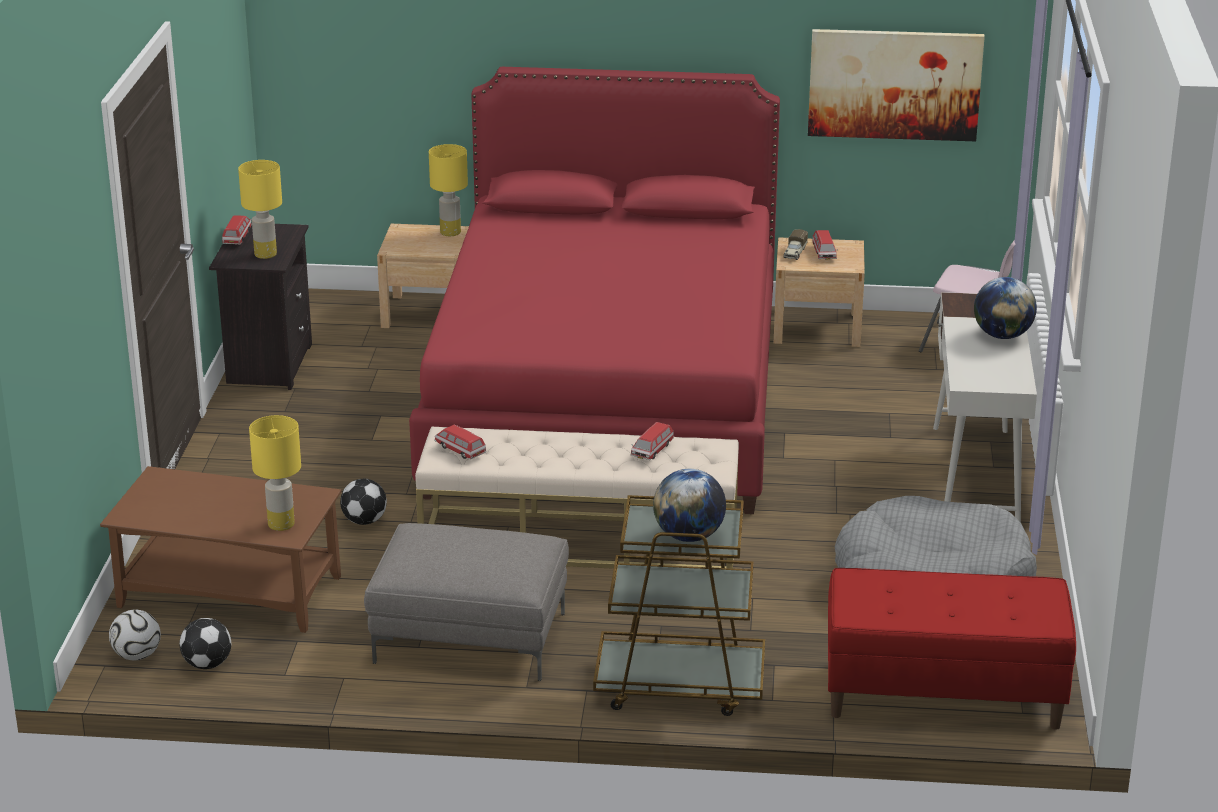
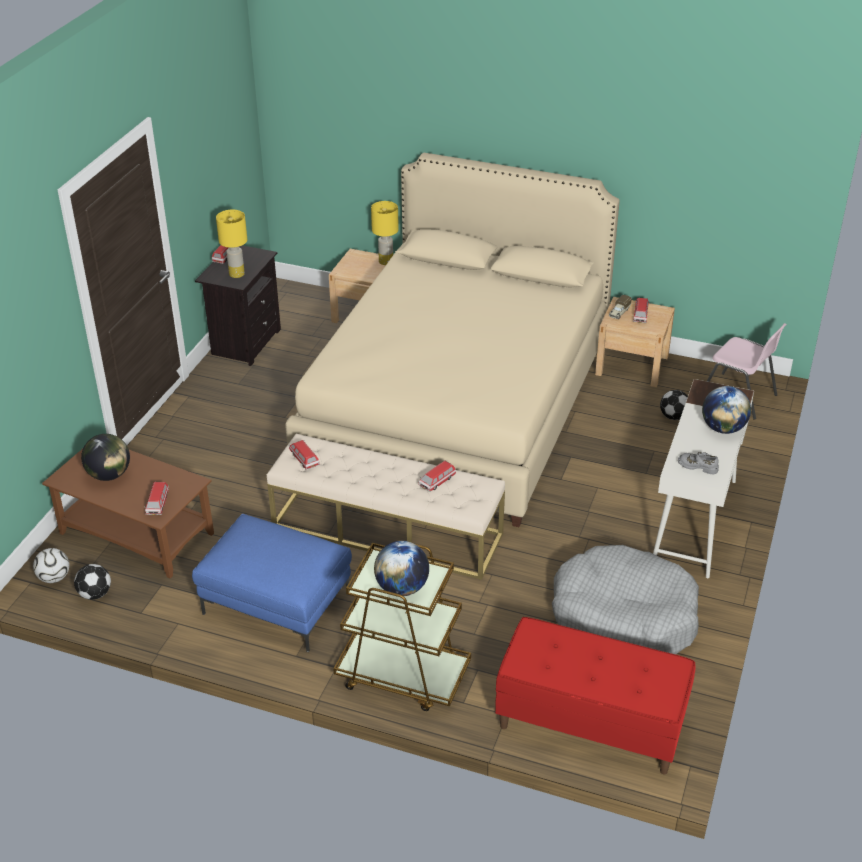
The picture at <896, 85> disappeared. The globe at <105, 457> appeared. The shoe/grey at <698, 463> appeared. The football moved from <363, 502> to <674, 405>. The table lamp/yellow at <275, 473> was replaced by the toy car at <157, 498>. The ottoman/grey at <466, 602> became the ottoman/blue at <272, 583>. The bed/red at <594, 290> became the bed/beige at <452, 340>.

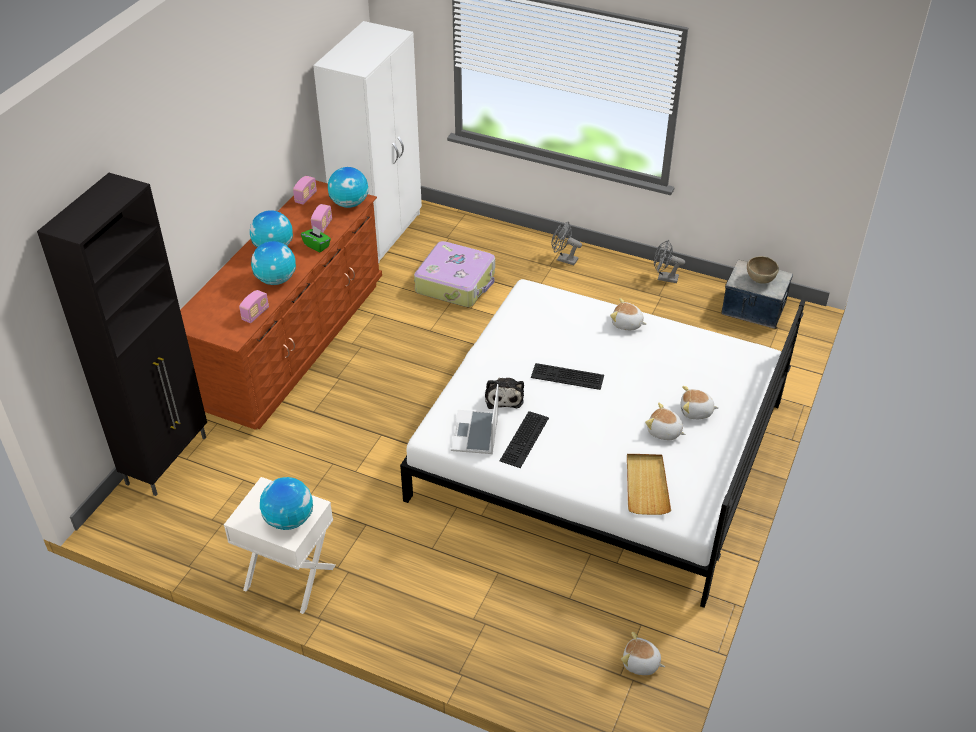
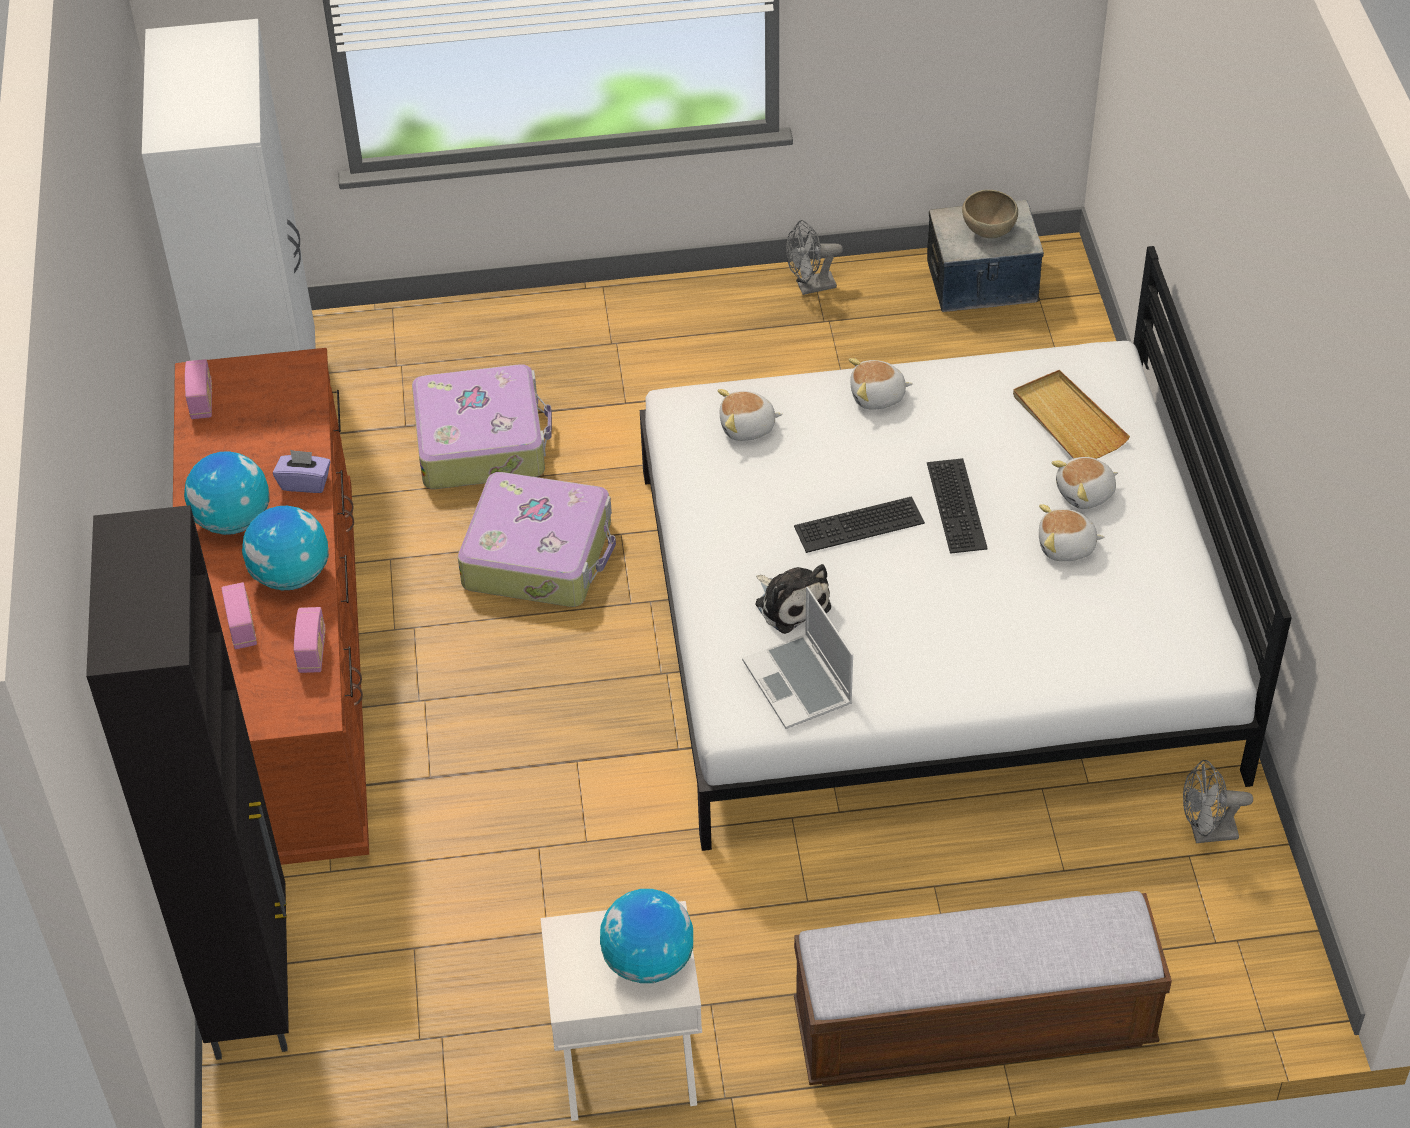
The globe at <348, 187> disappeared. The suitcase at <537, 539> appeared. The bench at <983, 988> appeared. The radio moved from <321, 218> to <239, 615>. The keyboard moved from <524, 439> to <957, 506>. The fan/grey moved from <566, 243> to <1218, 801>. The plush toy moved from <643, 653> to <750, 415>. The tray/beige moved from <649, 484> to <1071, 414>. The tissue box/green at <316, 239> became the tissue box/purple at <302, 471>.

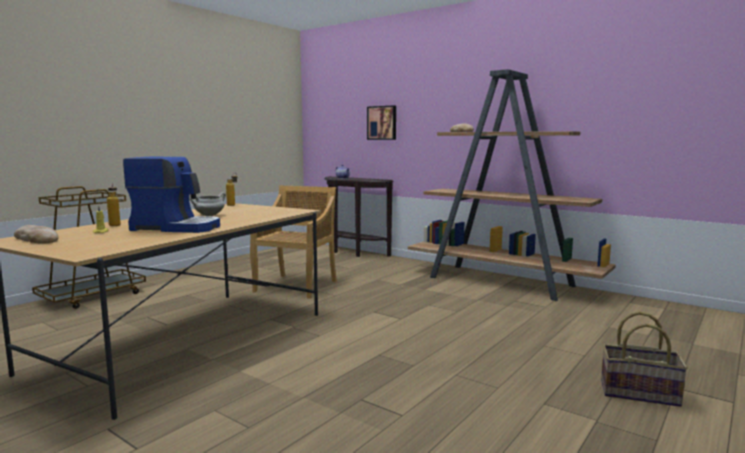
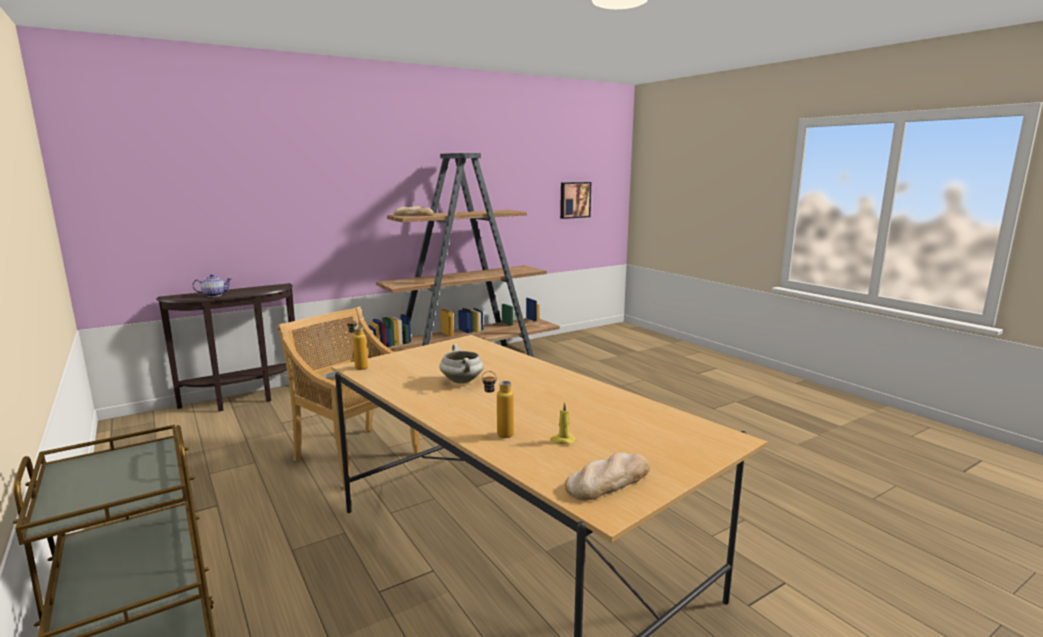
The coffee machine at <171, 195> disappeared. The basket at <644, 359> disappeared. The picture moved from <381, 122> to <575, 200>.

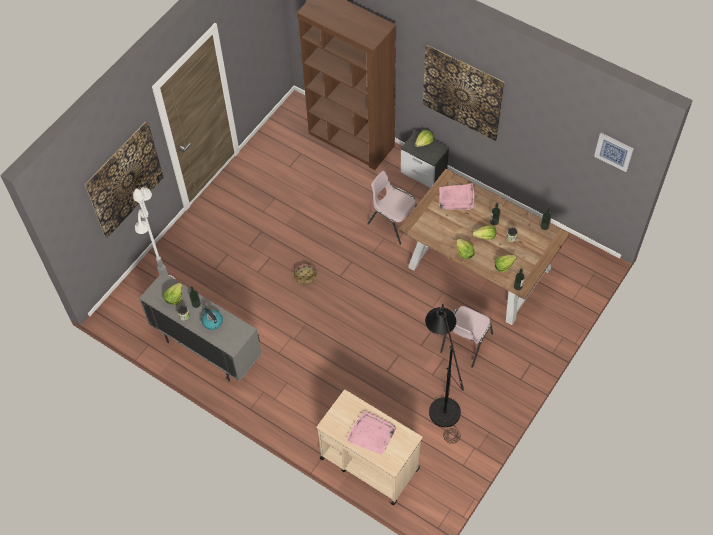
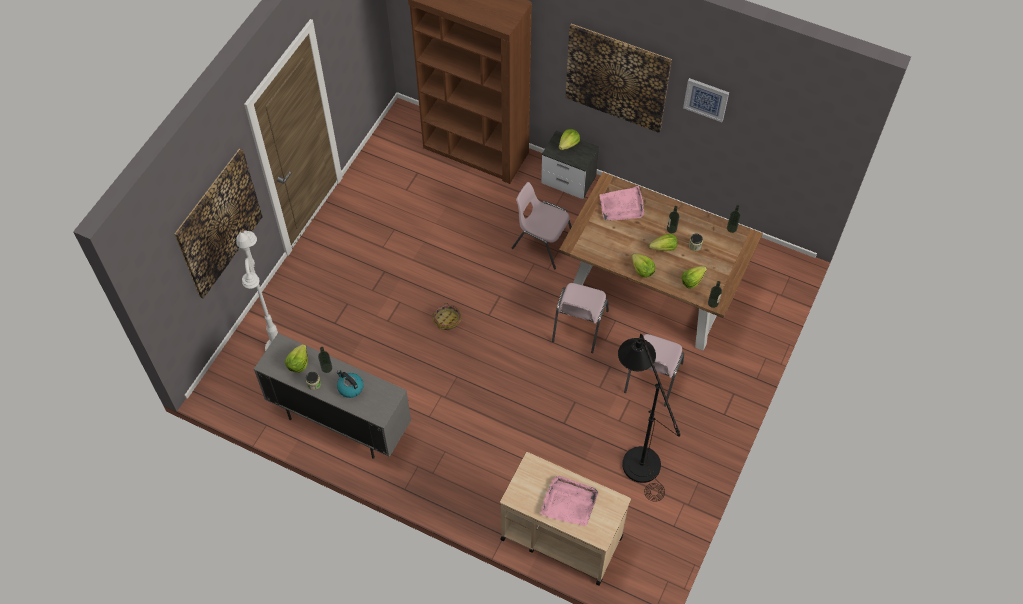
The chair/pink at <580, 318> appeared. The picture moved from <614, 152> to <706, 100>.

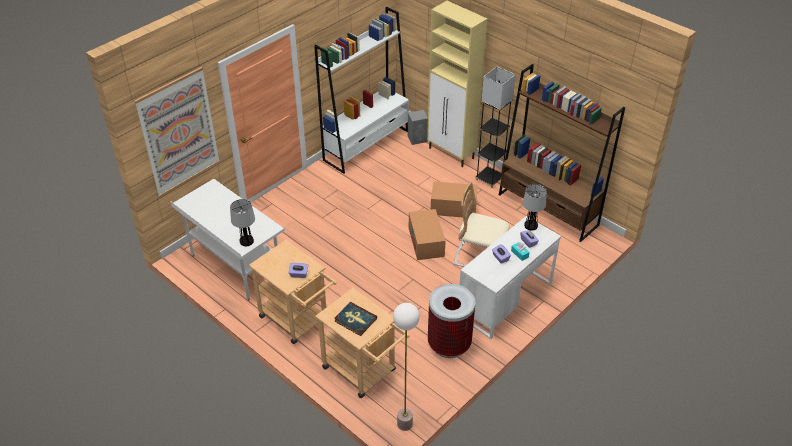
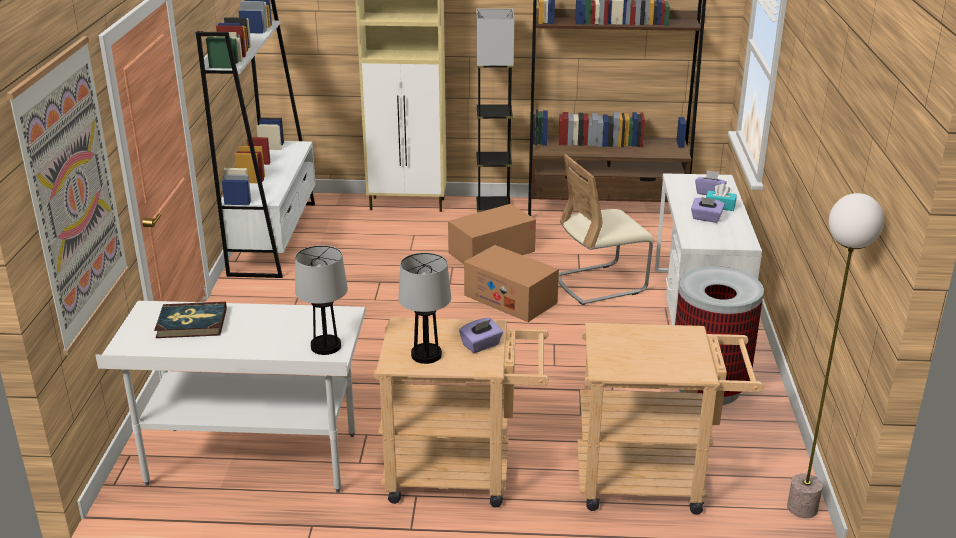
The speaker/grey at <418, 127> disappeared. The book moved from <355, 319> to <190, 320>. The table lamp moved from <535, 207> to <424, 308>.

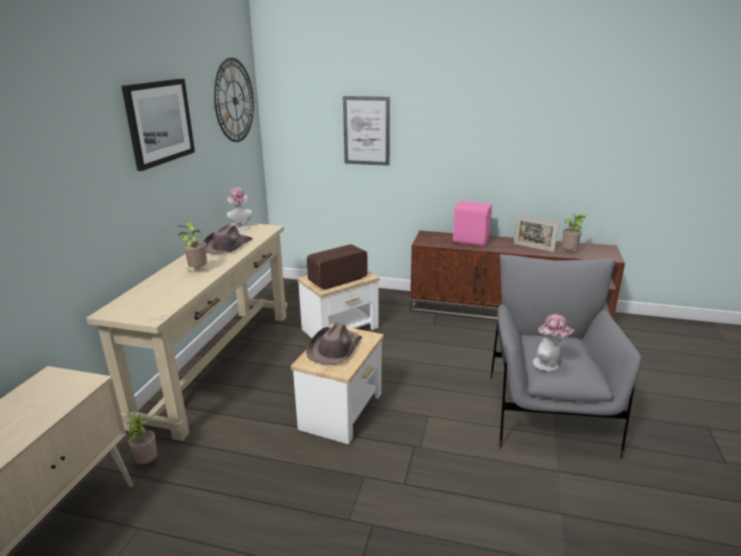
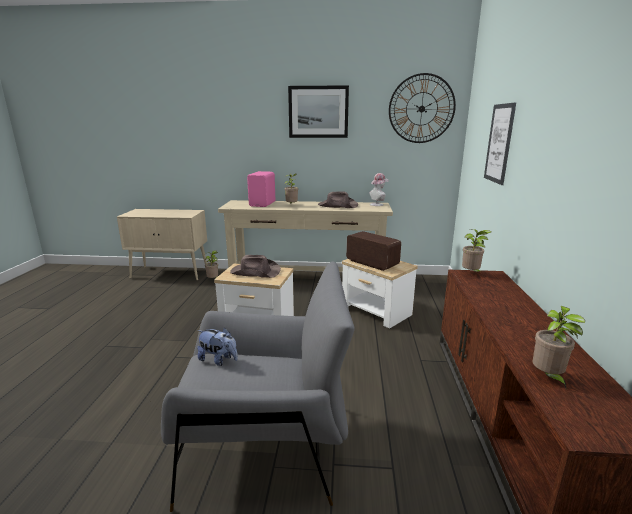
The picture frame at <536, 234> disappeared. The potted plant at <476, 250> appeared. The speaker/pink moved from <472, 223> to <261, 189>. The hat at <553, 342> was replaced by the plush toy at <217, 347>.

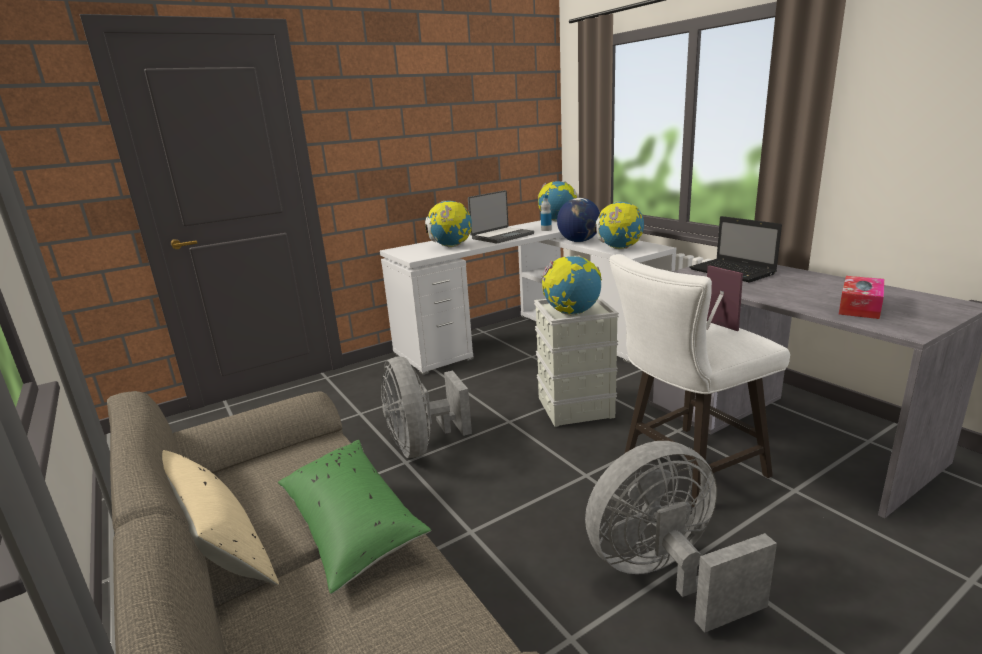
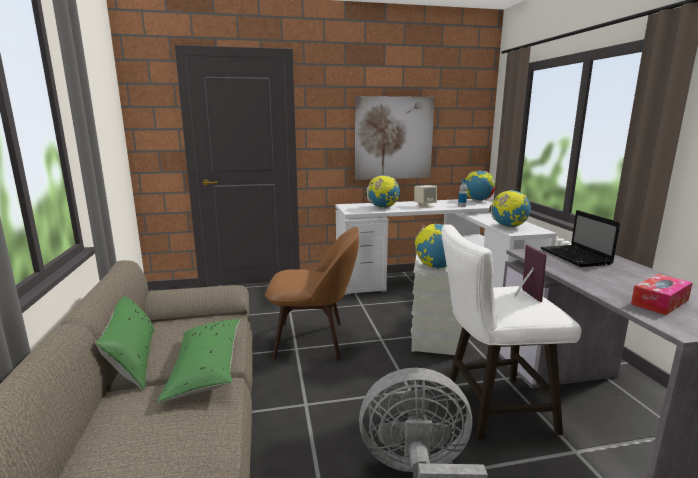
The globe at <578, 220> disappeared. The picture at <395, 138> appeared. The fan/grey at <426, 407> was replaced by the chair/brown at <312, 294>. The laptop at <501, 216> was replaced by the speaker/beige at <425, 196>. The pillow/beige at <220, 517> became the pillow/green at <125, 343>.

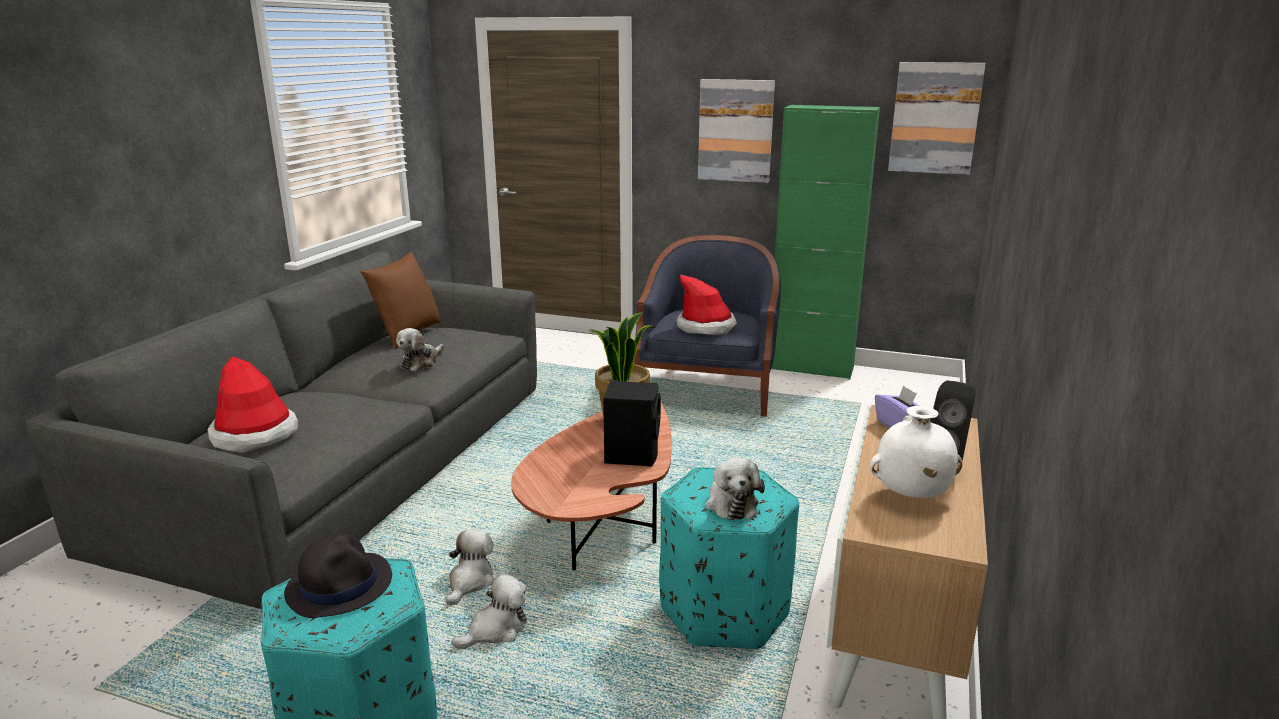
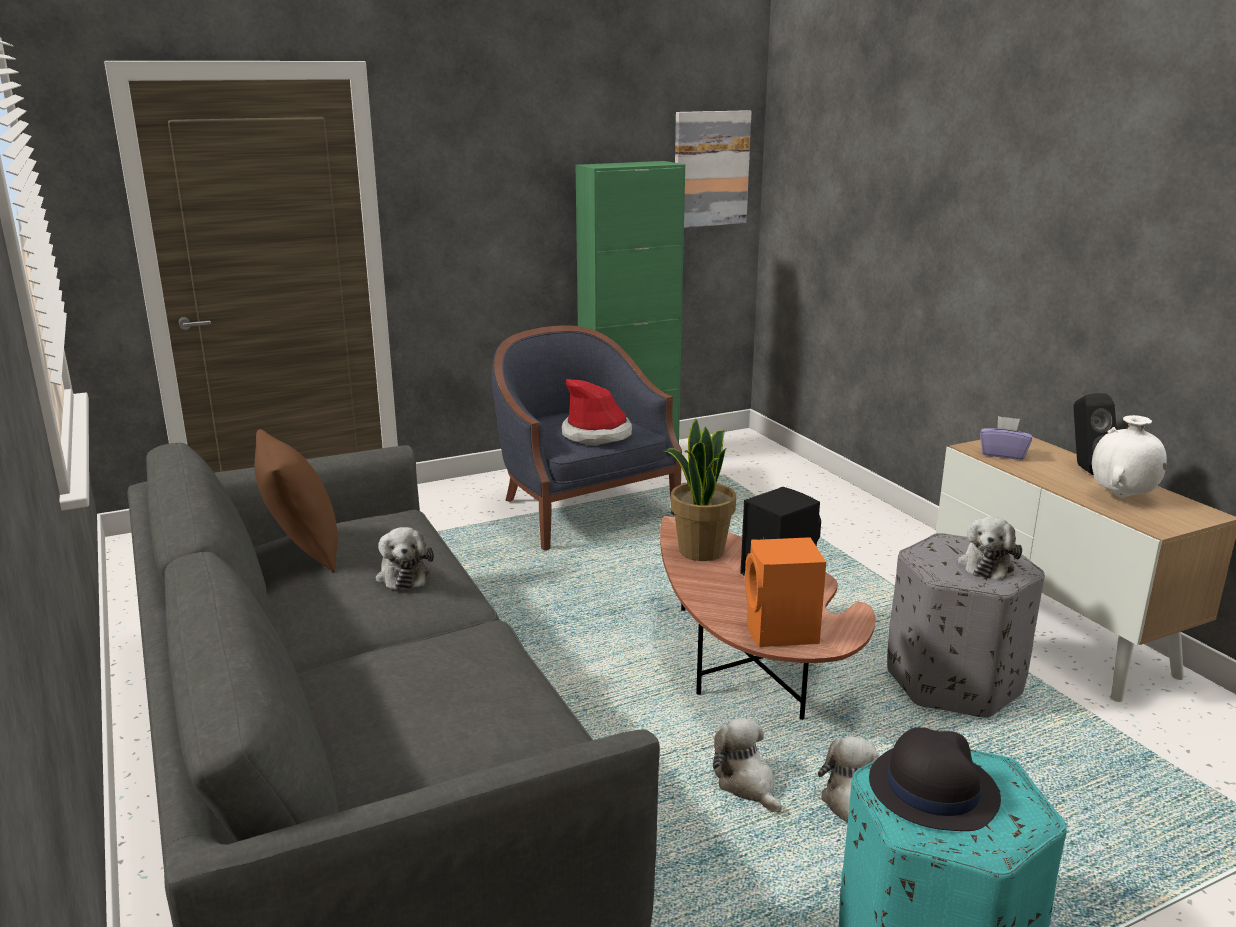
The hat at <253, 404> disappeared. The picture at <736, 131> disappeared. The speaker/orange at <785, 592> appeared. The ottoman/turquoise at <729, 558> became the ottoman/grey at <966, 625>. The plush toy at <735, 488> turned 75 degrees clockwise.

